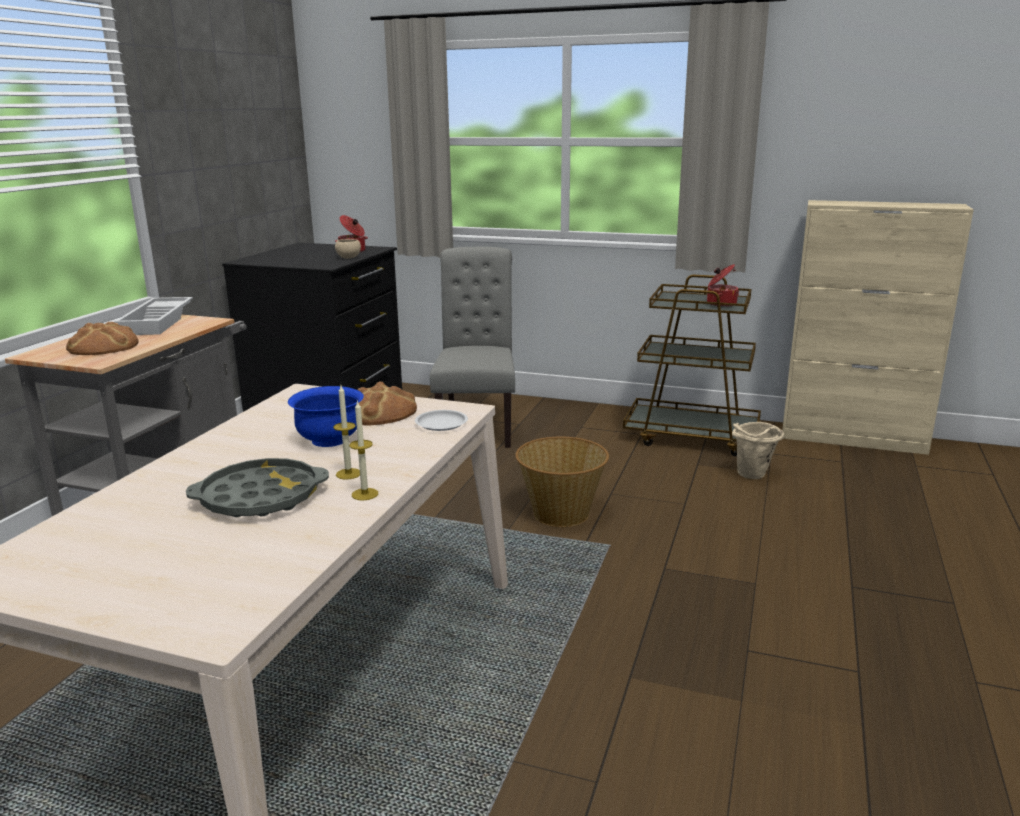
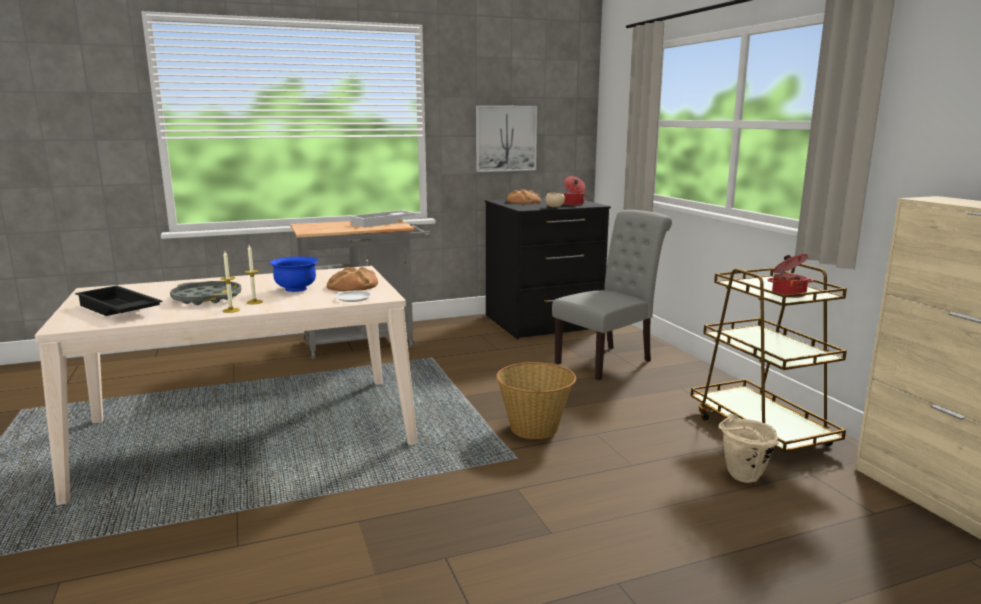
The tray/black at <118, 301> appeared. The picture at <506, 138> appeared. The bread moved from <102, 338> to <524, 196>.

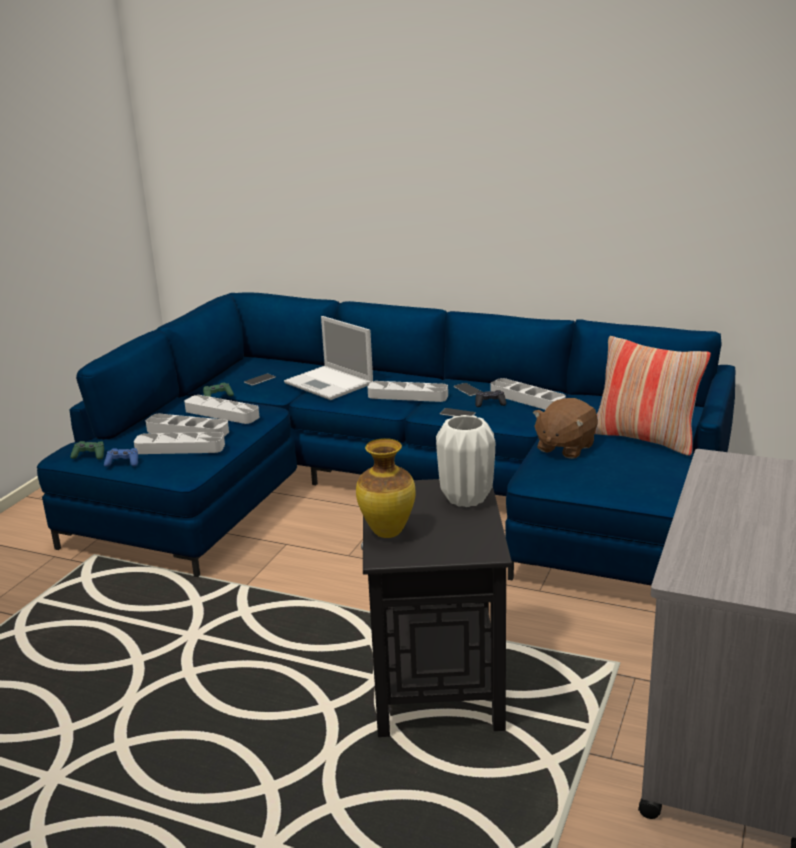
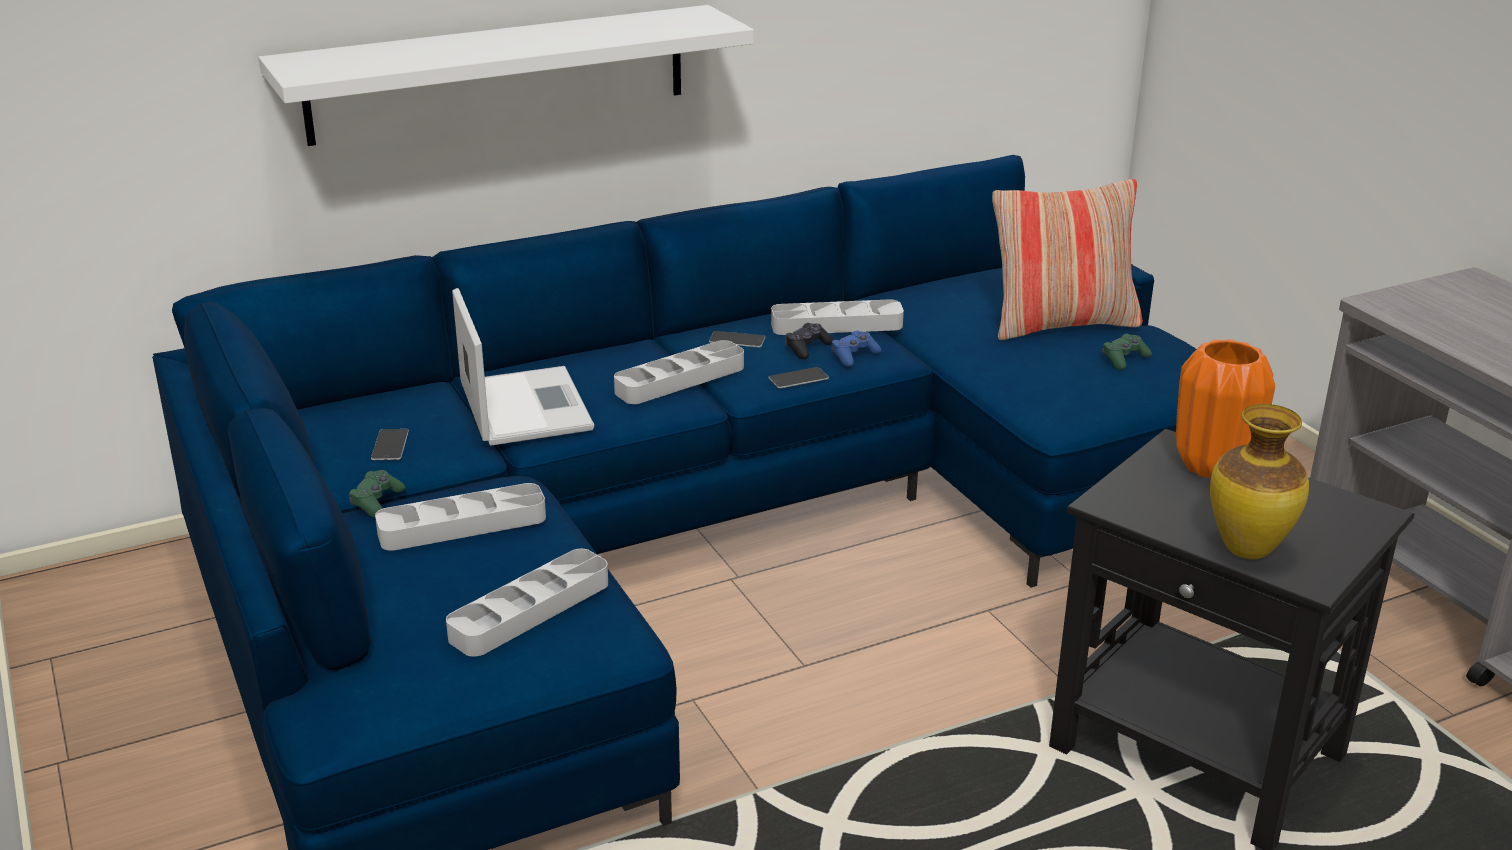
The tray/grey at <187, 425> disappeared. The plush toy/brown at <565, 428> disappeared. The shelf/white at <506, 75> appeared. The game controller/green moved from <87, 450> to <1127, 352>. The game controller/blue moved from <121, 457> to <856, 348>. The vase/white at <465, 461> became the vase/orange at <1225, 409>. The laptop at <328, 358> turned 105 degrees counterclockwise.

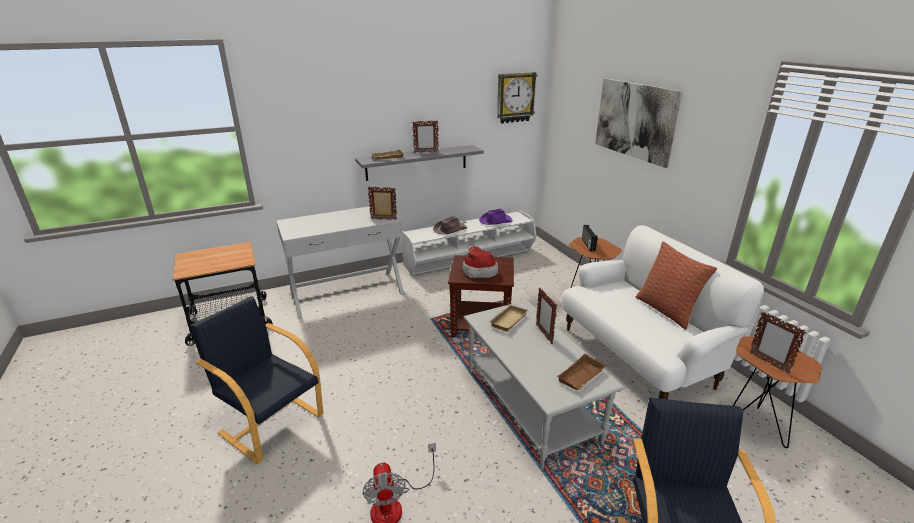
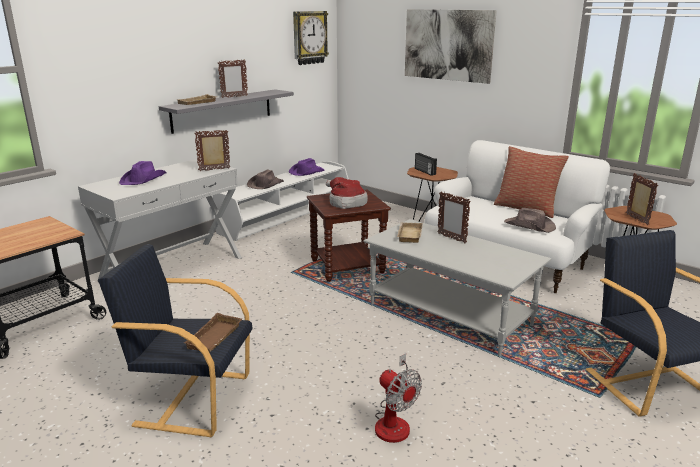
The hat/purple at <143, 173> appeared. The hat/brown at <530, 220> appeared. The tray/brown moved from <581, 372> to <213, 332>. The picture frame at <778, 342> turned 135 degrees counterclockwise.

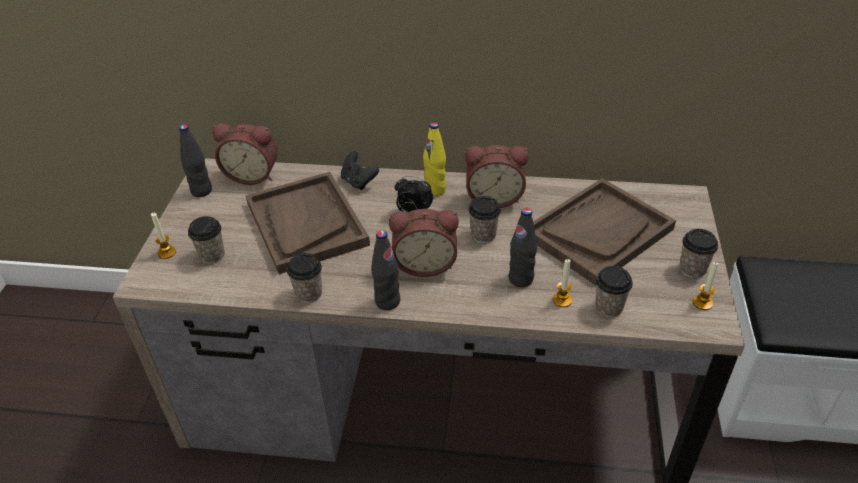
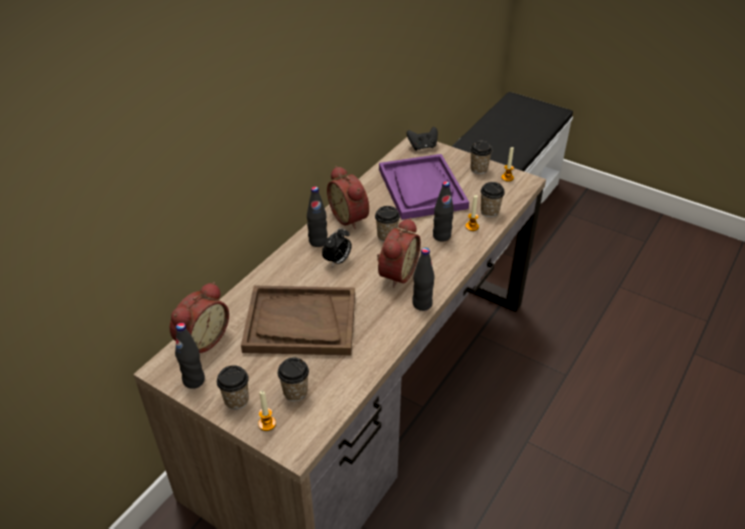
The cup moved from <304, 278> to <233, 387>. The game controller/black moved from <360, 170> to <422, 139>. The bottle/yellow at <434, 159> became the bottle/black at <317, 217>. The tray/brown at <604, 232> became the tray/purple at <424, 187>. The alarm clock at <496, 176> turned 120 degrees clockwise.

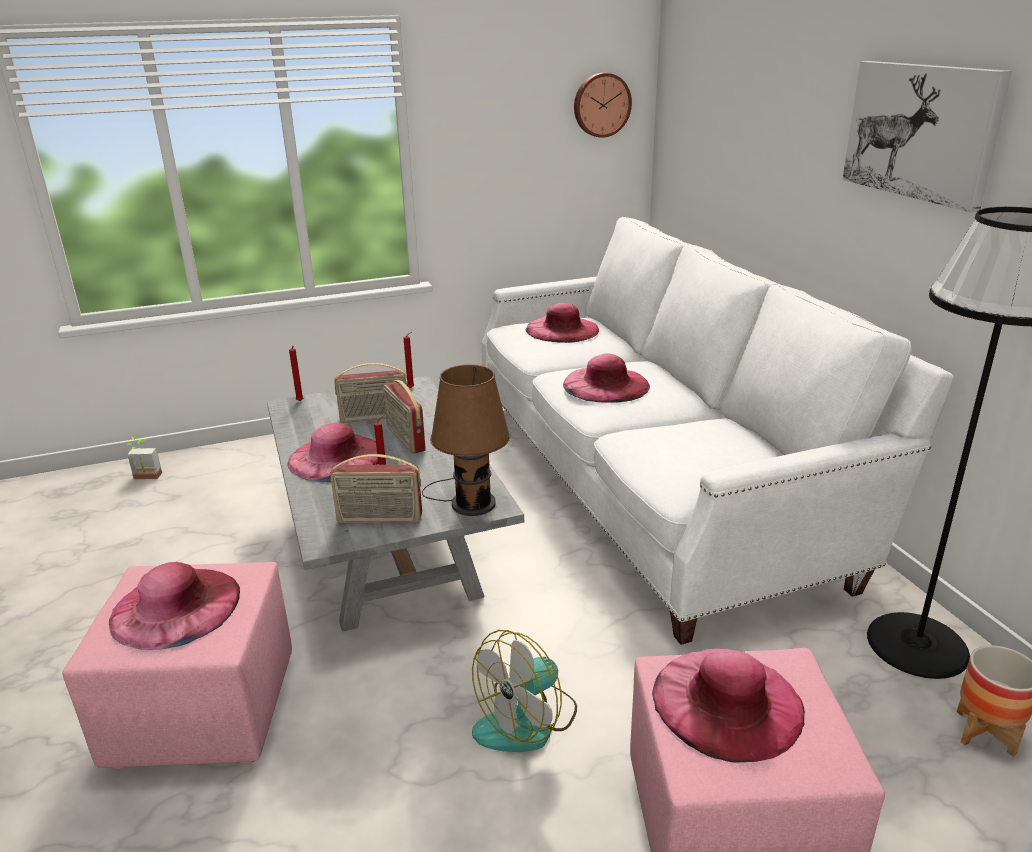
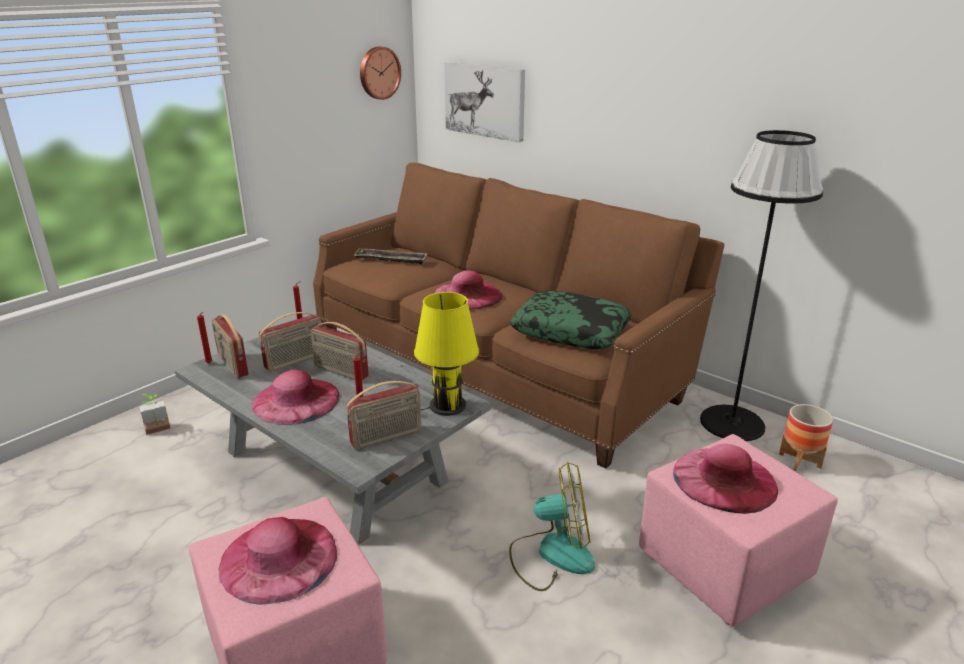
The radio at <230, 346> appeared. The pillow at <571, 320> appeared. The potted plant moved from <143, 457> to <155, 414>. The picture moved from <927, 136> to <484, 102>. The hat/pink at <562, 323> was replaced by the tray at <390, 257>. The table lamp/brown at <466, 440> became the table lamp/yellow at <446, 354>. The sofa/white at <718, 431> became the sofa/brown at <518, 316>. The fan at <524, 691> turned 105 degrees counterclockwise.

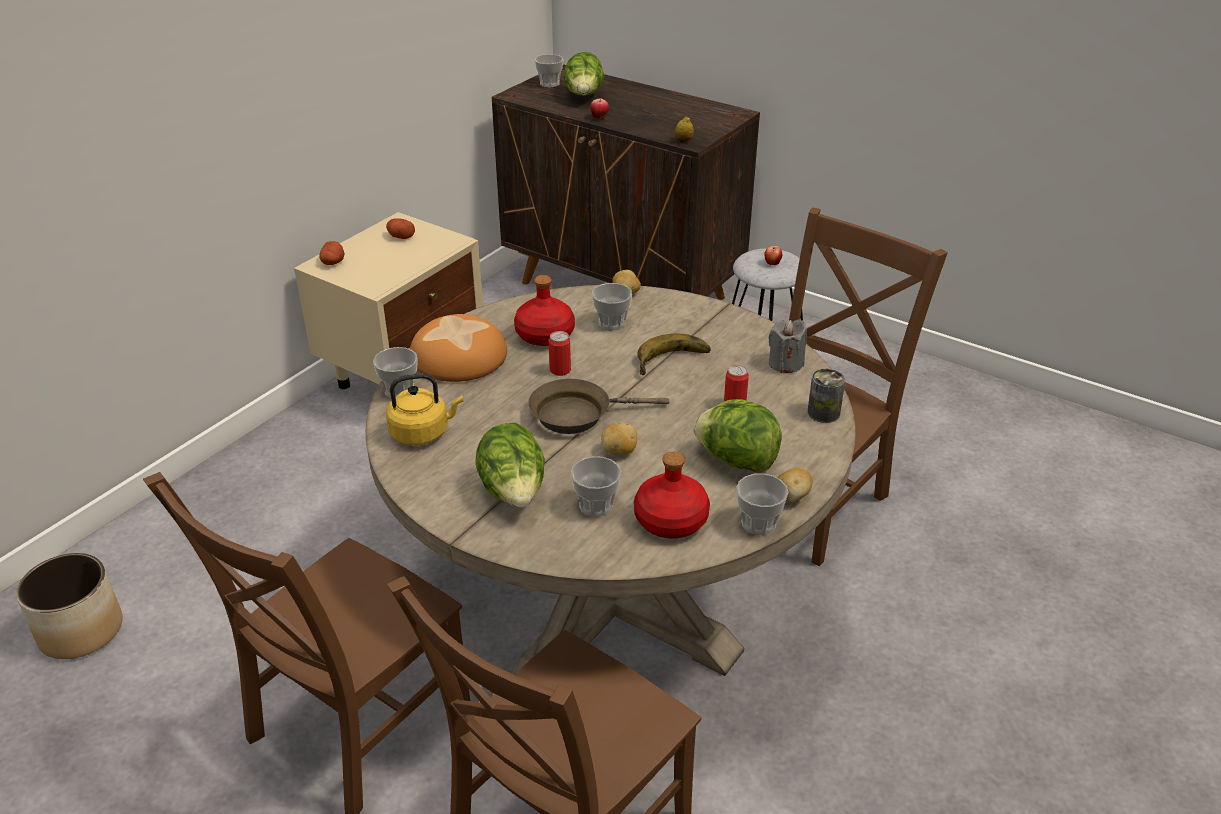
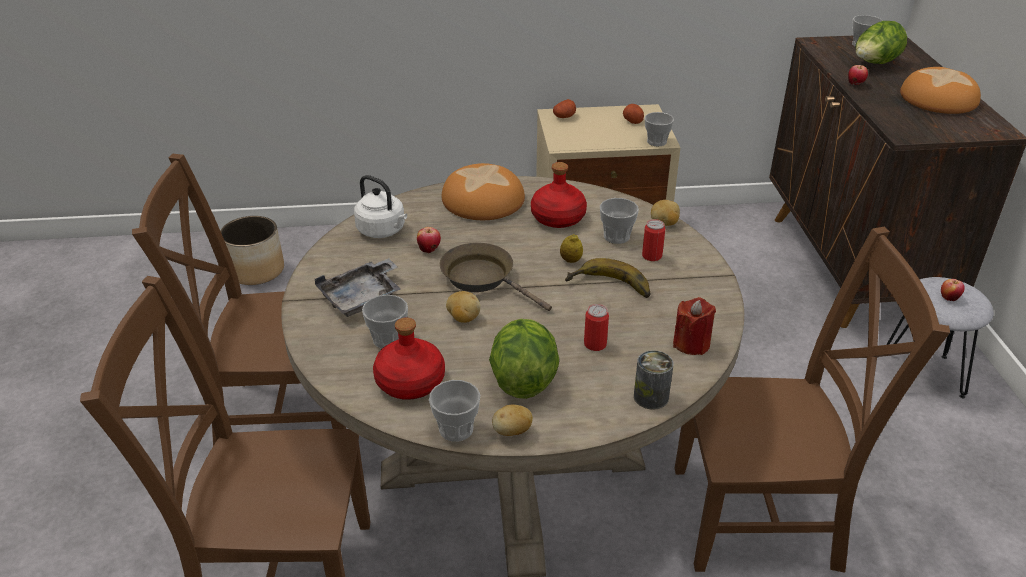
The apple at <429, 240> appeared. The bread at <940, 90> appeared. The cup moved from <395, 372> to <659, 129>. The can moved from <560, 353> to <653, 240>. The lemon moved from <684, 130> to <571, 248>. The lettuce at <510, 465> was replaced by the tray/grey at <358, 288>. The kettle/yellow at <424, 409> became the kettle/white at <380, 206>. The candle/grey at <788, 346> became the candle/red at <694, 326>.

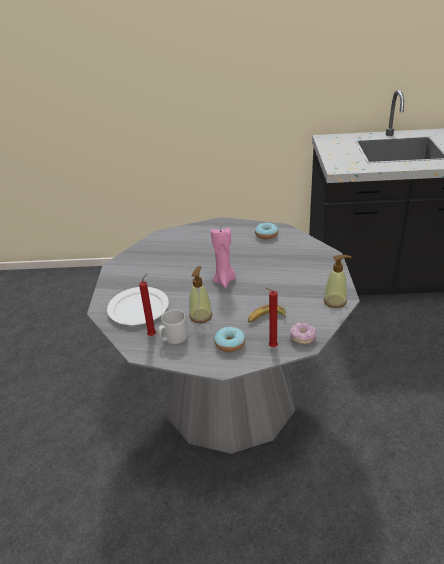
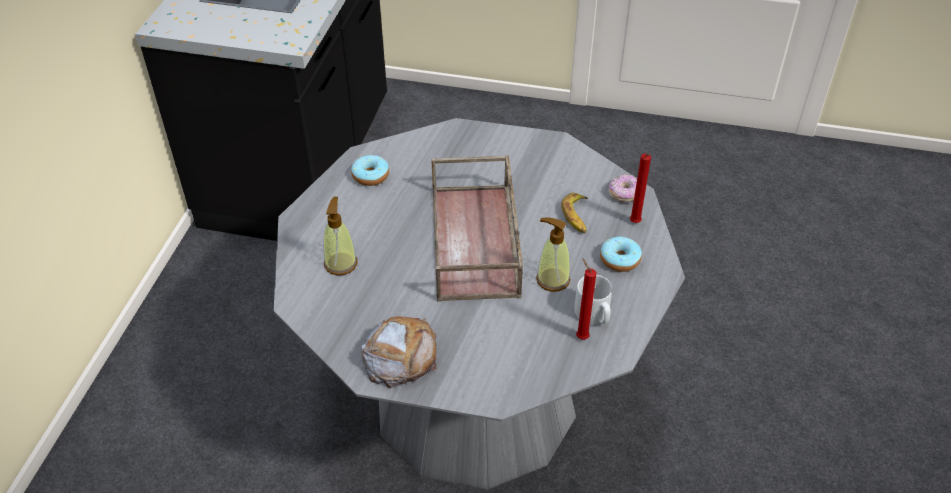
The plate/white at <138, 306> disappeared. The bread at <399, 352> appeared. The soap dispenser moved from <338, 281> to <340, 236>. The candle/pink at <223, 257> was replaced by the tray/brown at <477, 228>.

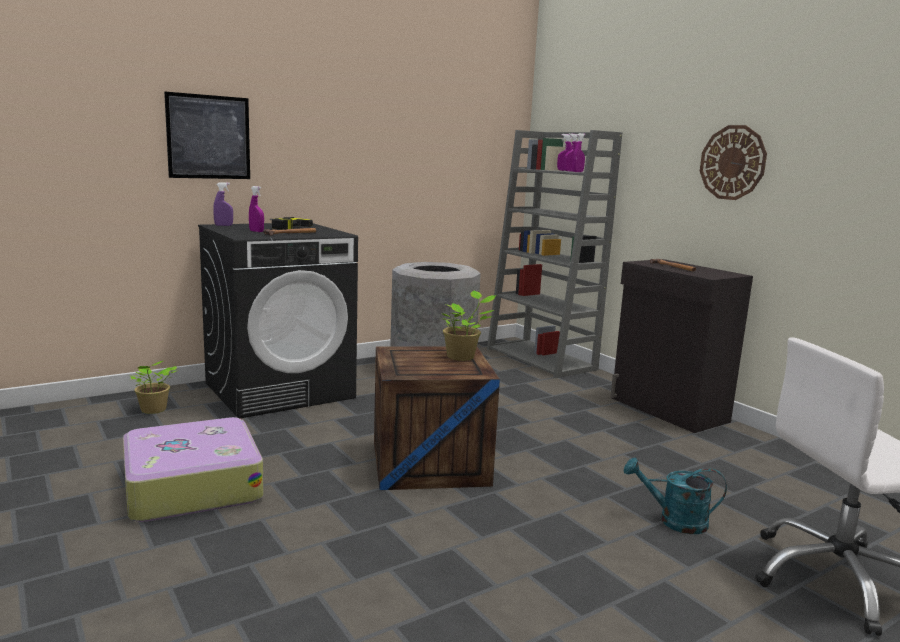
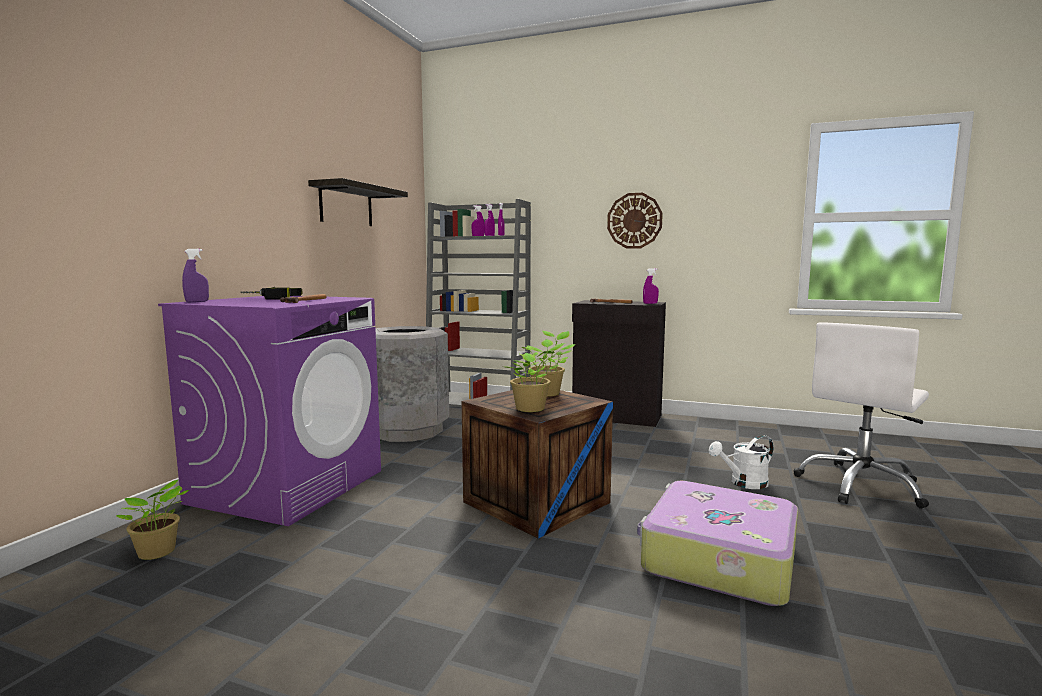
The picture at <207, 135> disappeared. The shelf at <358, 202> appeared. The potted plant at <535, 375> appeared. The suitcase moved from <193, 469> to <717, 543>. The spray bottle/purple moved from <256, 209> to <651, 286>. The washing machine/black at <278, 320> became the washing machine/purple at <269, 411>. The watering can/turquoise at <675, 496> became the watering can/white at <741, 462>.

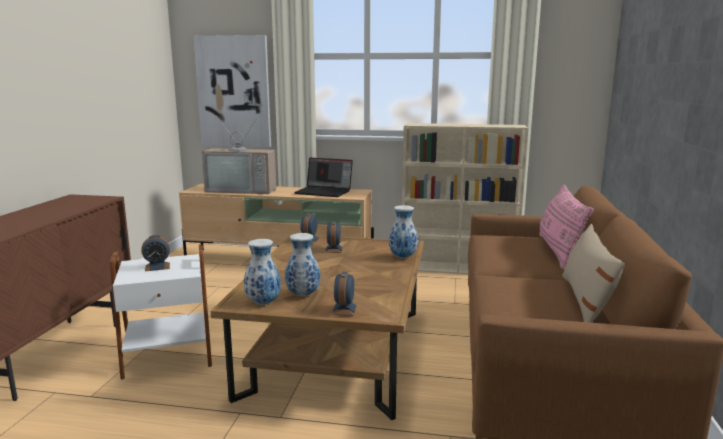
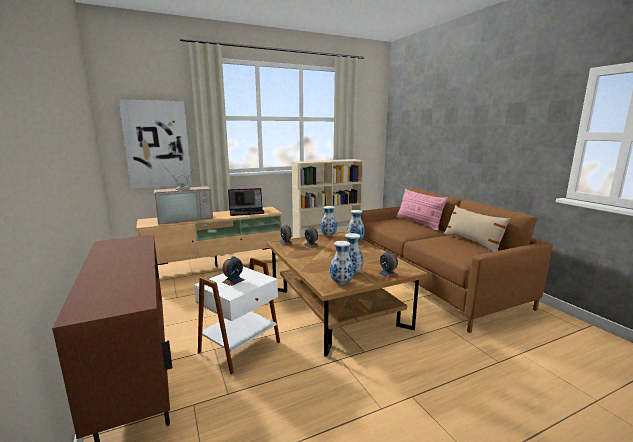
The vase at <329, 221> appeared.

